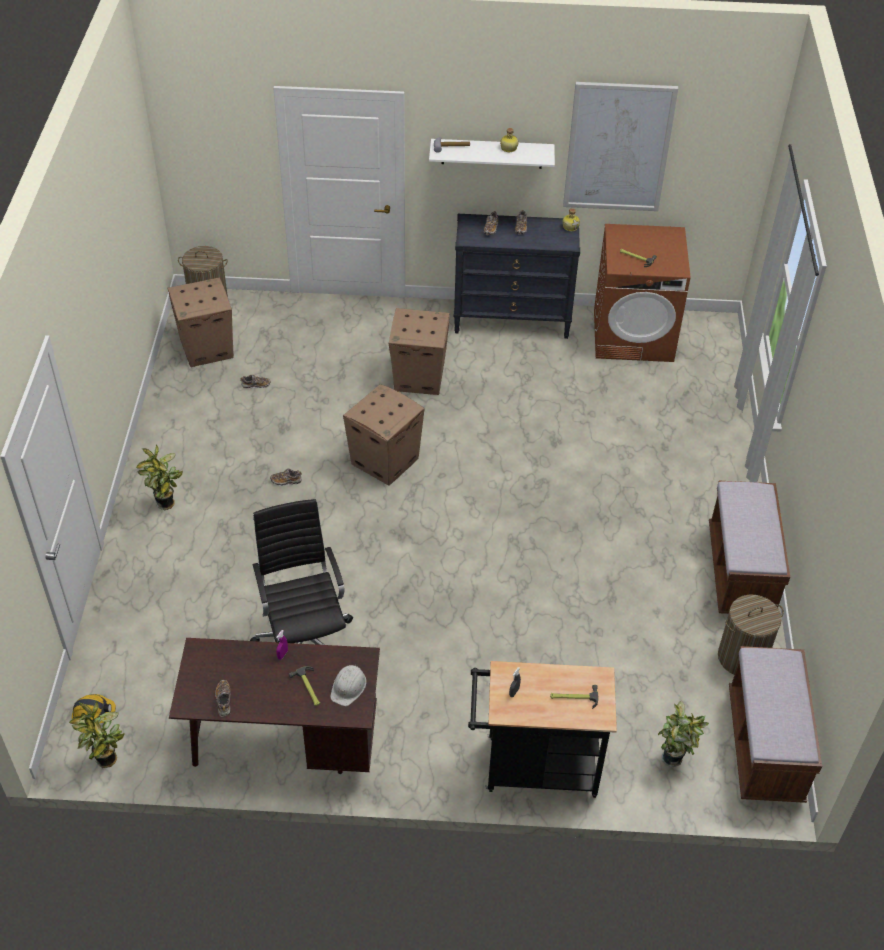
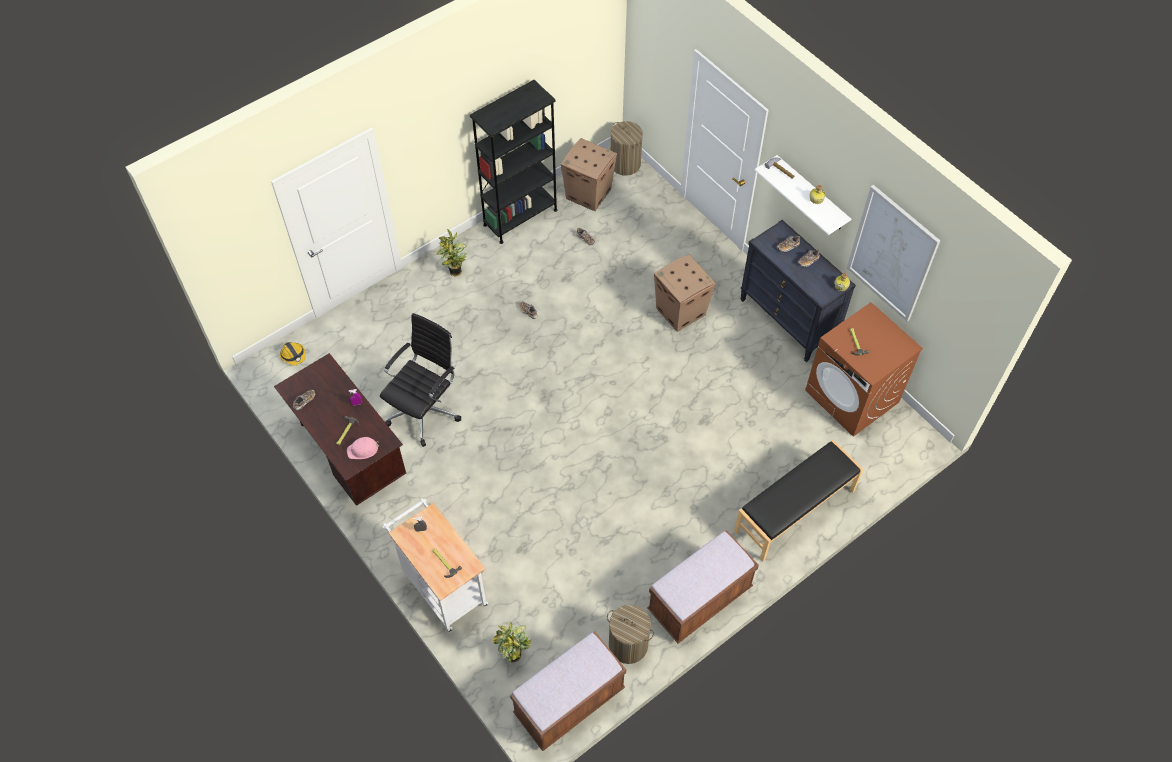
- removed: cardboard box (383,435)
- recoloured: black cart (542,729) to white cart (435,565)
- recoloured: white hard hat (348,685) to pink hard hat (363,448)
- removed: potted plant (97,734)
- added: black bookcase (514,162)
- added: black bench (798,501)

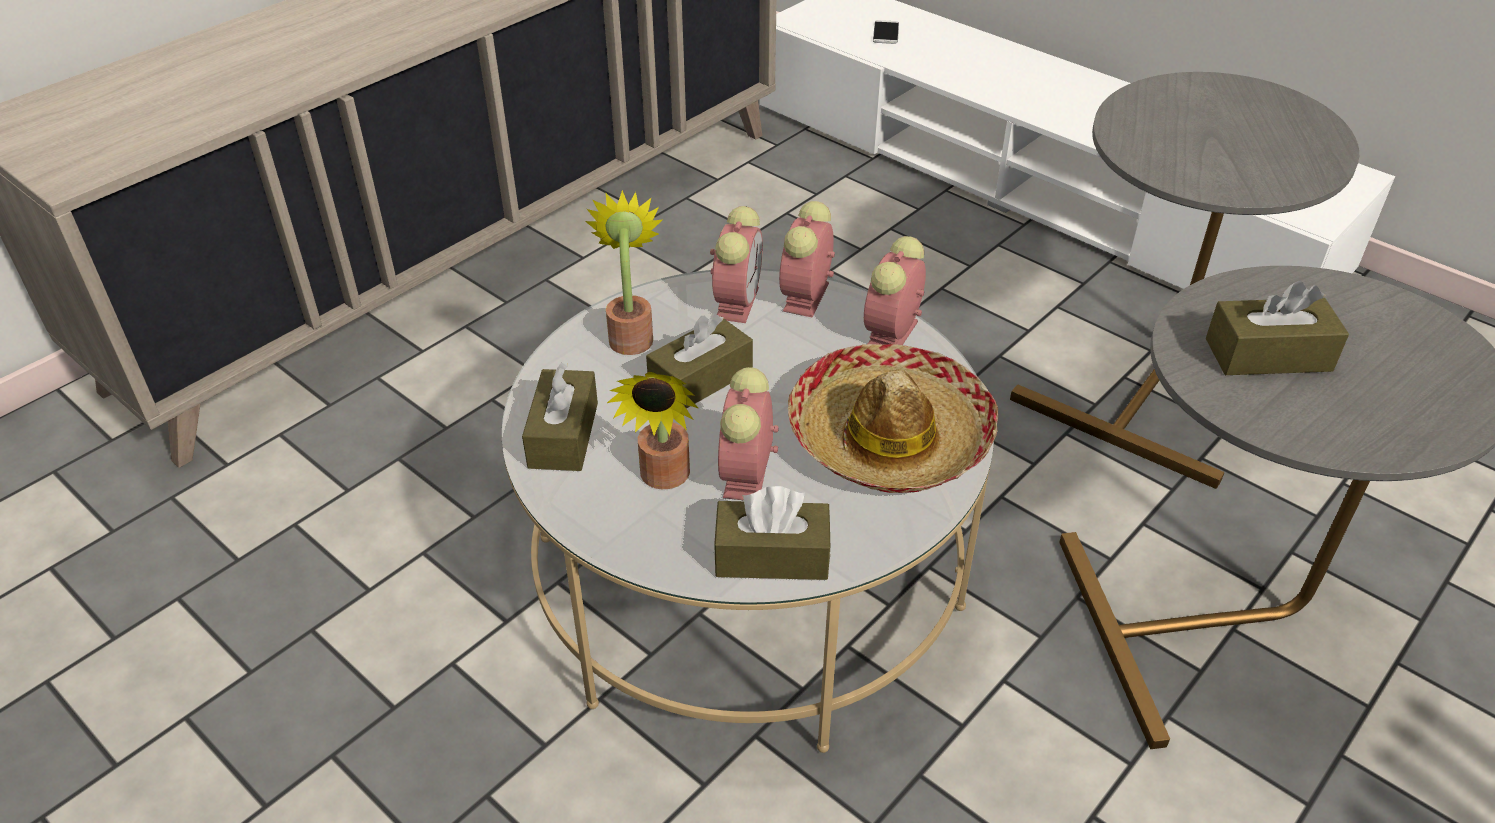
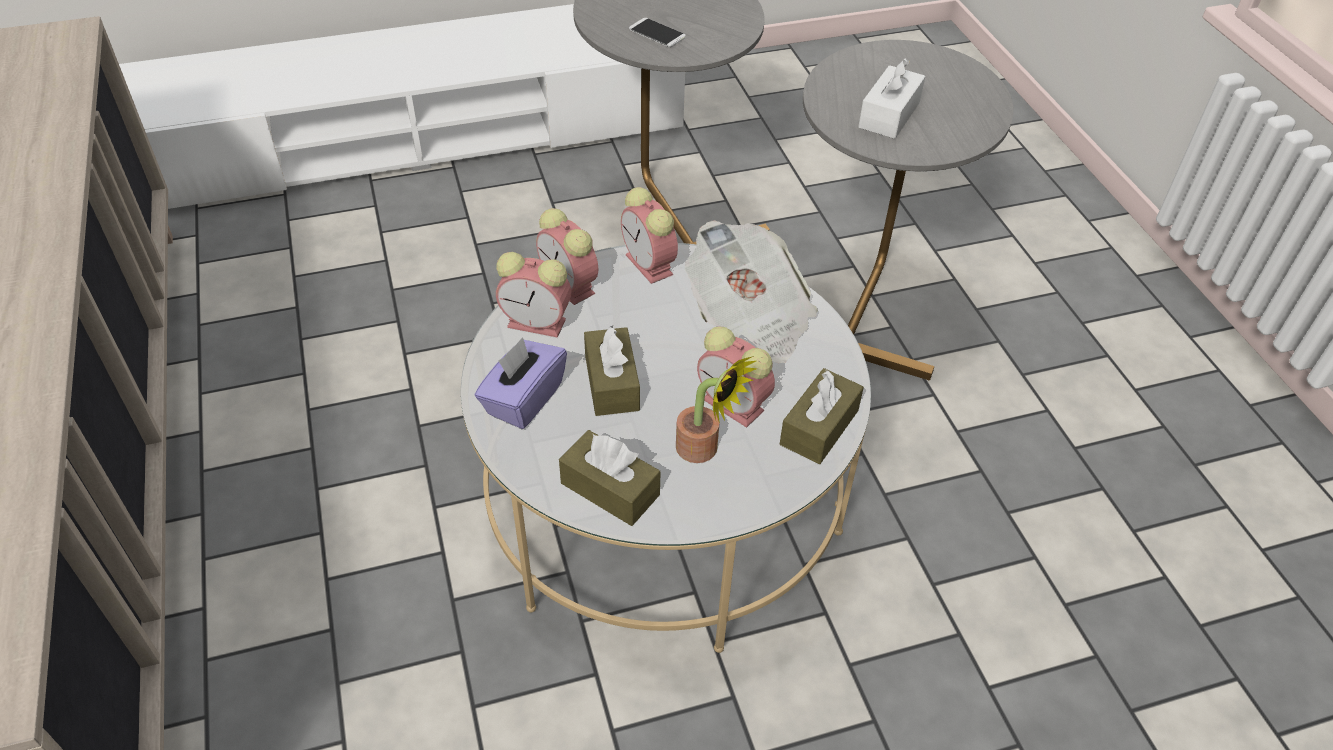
- moved: phone (886,32) to (657,32)
- replaced: potted plant (624,272) to purple tissue box (521,383)
- turned: alarm clock (736,264) = (533,295) 150 degrees clockwise
- recoloured: brown tissue box (1277,328) to white tissue box (892,98)
- replaced: hat (893,418) to newspaper (751,291)

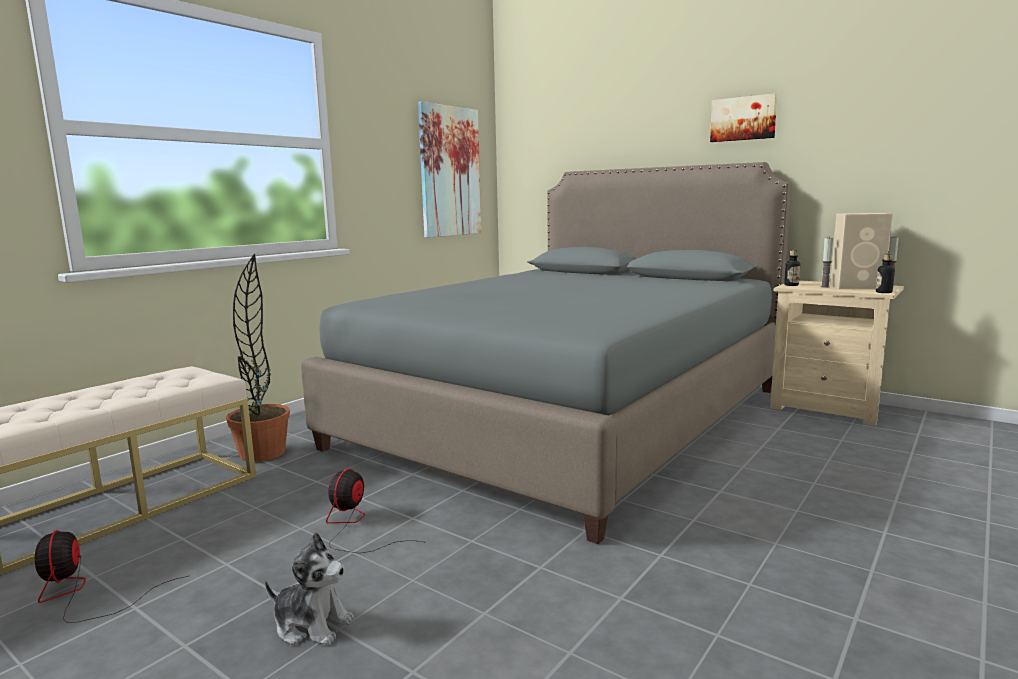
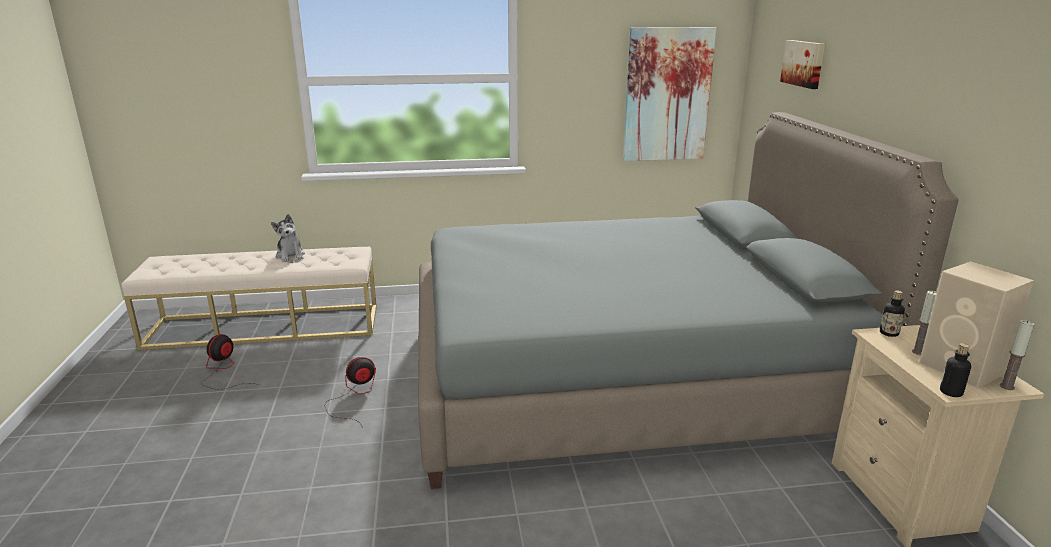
- moved: picture (743,117) to (802,64)
- removed: potted plant (258,357)
- moved: plush toy (309,589) to (288,238)

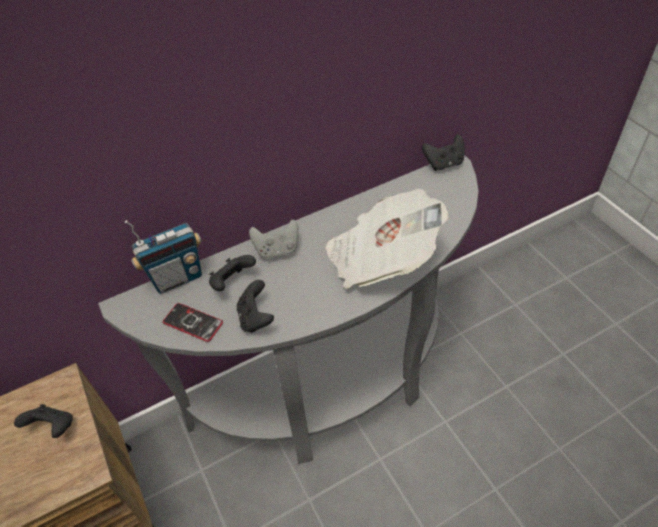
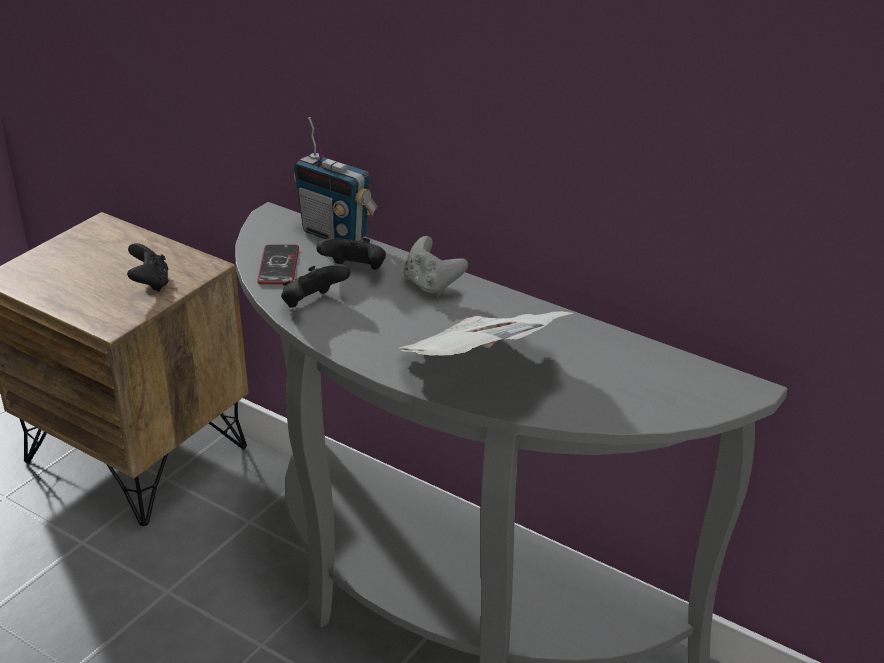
- removed: black game controller (443,153)

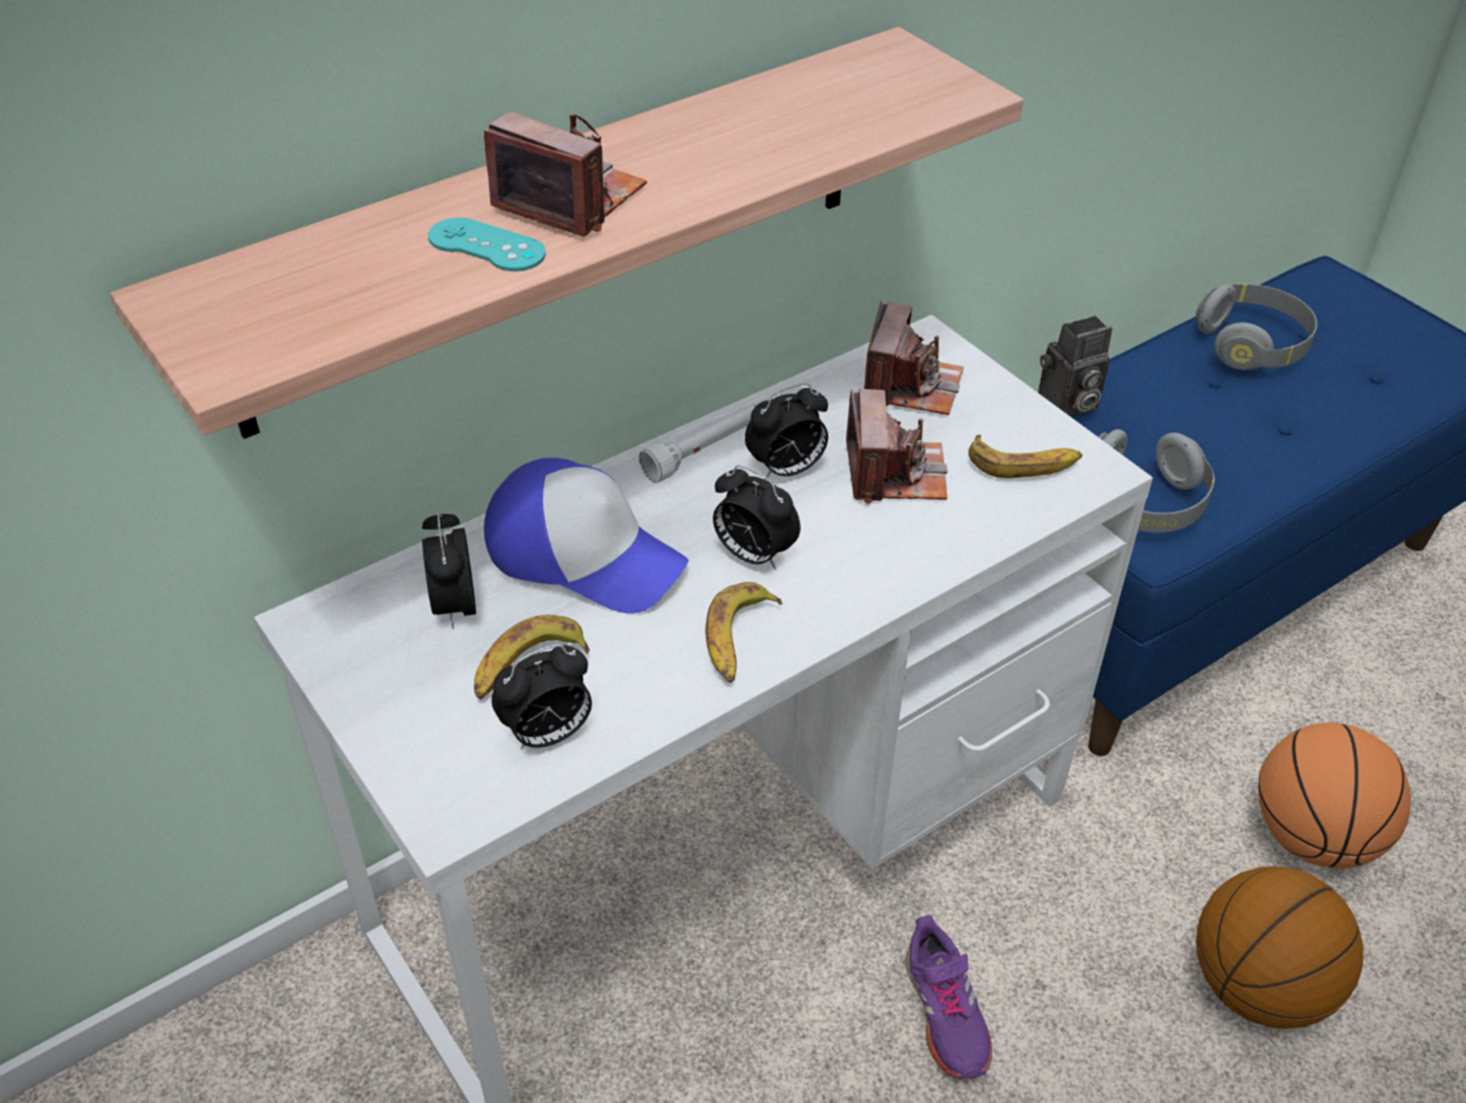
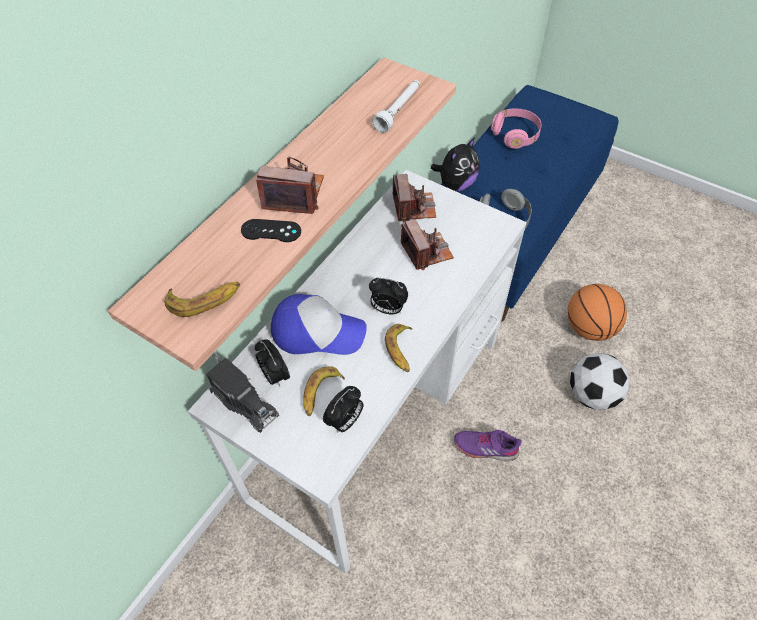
- recoloured: turquoise game controller (487,244) to black game controller (271,230)
- recoloured: grey headphones (1256,327) to pink headphones (516,128)
- replaced: photo camera (1075,366) to plush toy (455,164)
- removed: alarm clock (786,431)
- moved: white flashlight (698,443) to (396,106)
- moved: banana (1025,456) to (202,299)
- replaced: basketball (1279,947) to football (600,381)
- turned: purple shoe (948,997) = (488,445) 135 degrees clockwise
- added: toy truck (242,393)

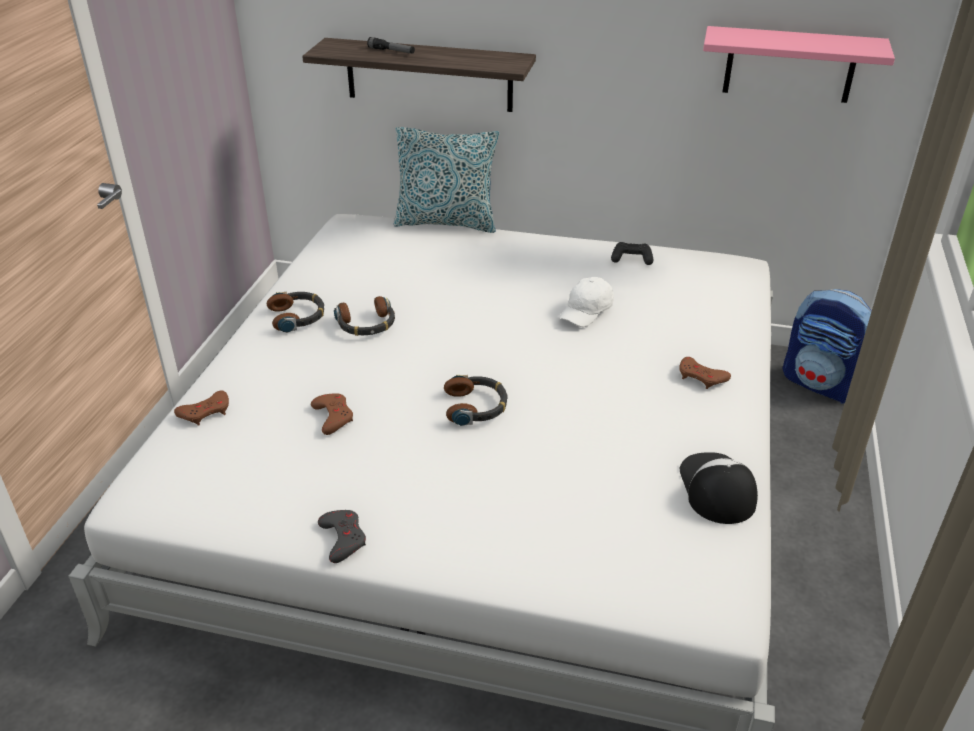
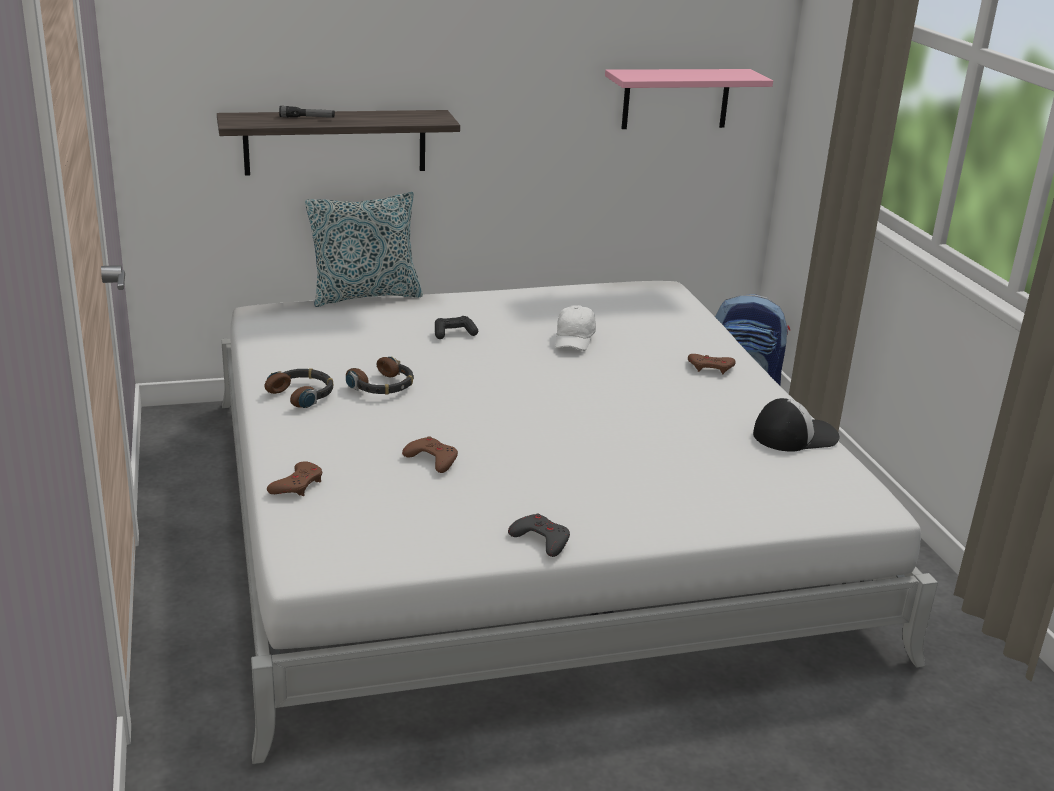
- moved: black game controller (632,253) to (456,327)
- removed: headphones (476,400)
- turned: cap (718,488) = (796,425) 105 degrees clockwise

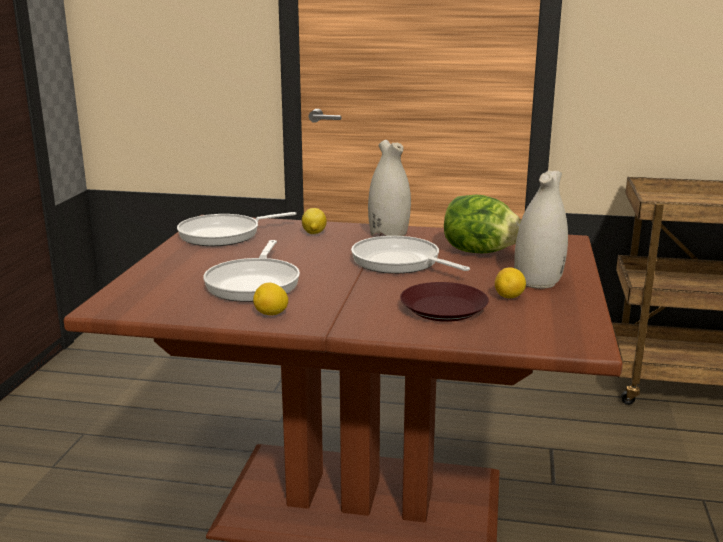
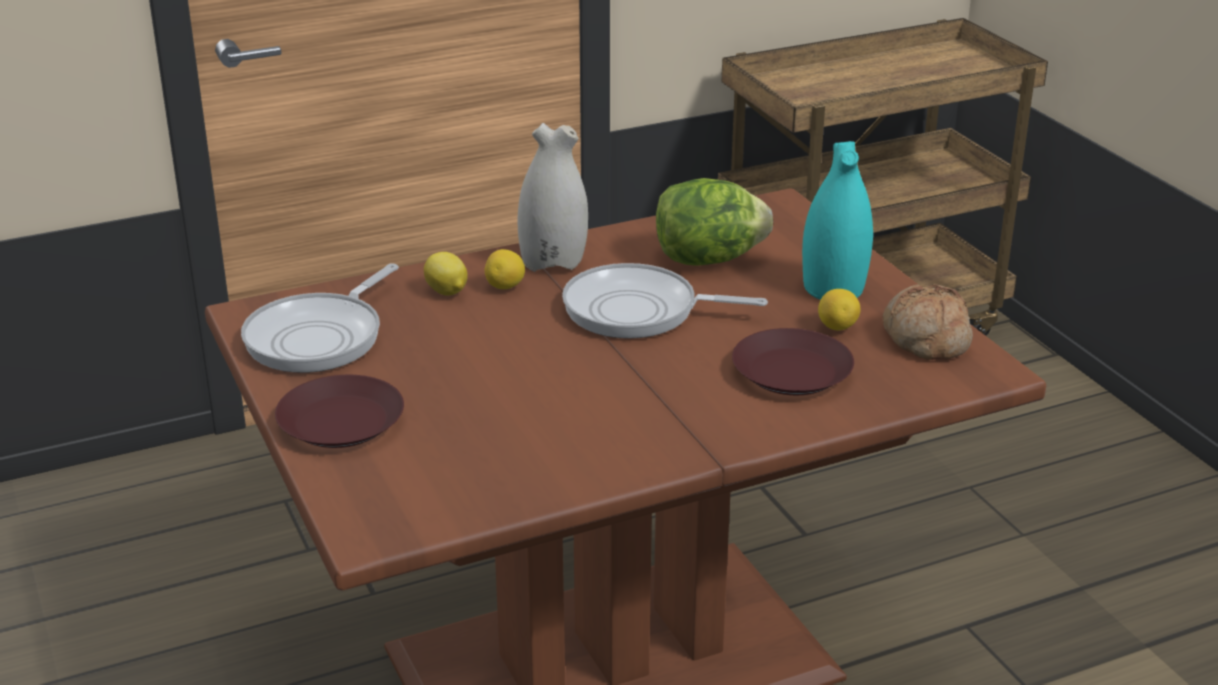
- recoloured: white vase (541,230) to turquoise vase (837,220)
- removed: frying pan (251,271)
- moved: lemon (270,299) to (505,269)
- added: bread (928,322)
- added: brown plate (339,411)

